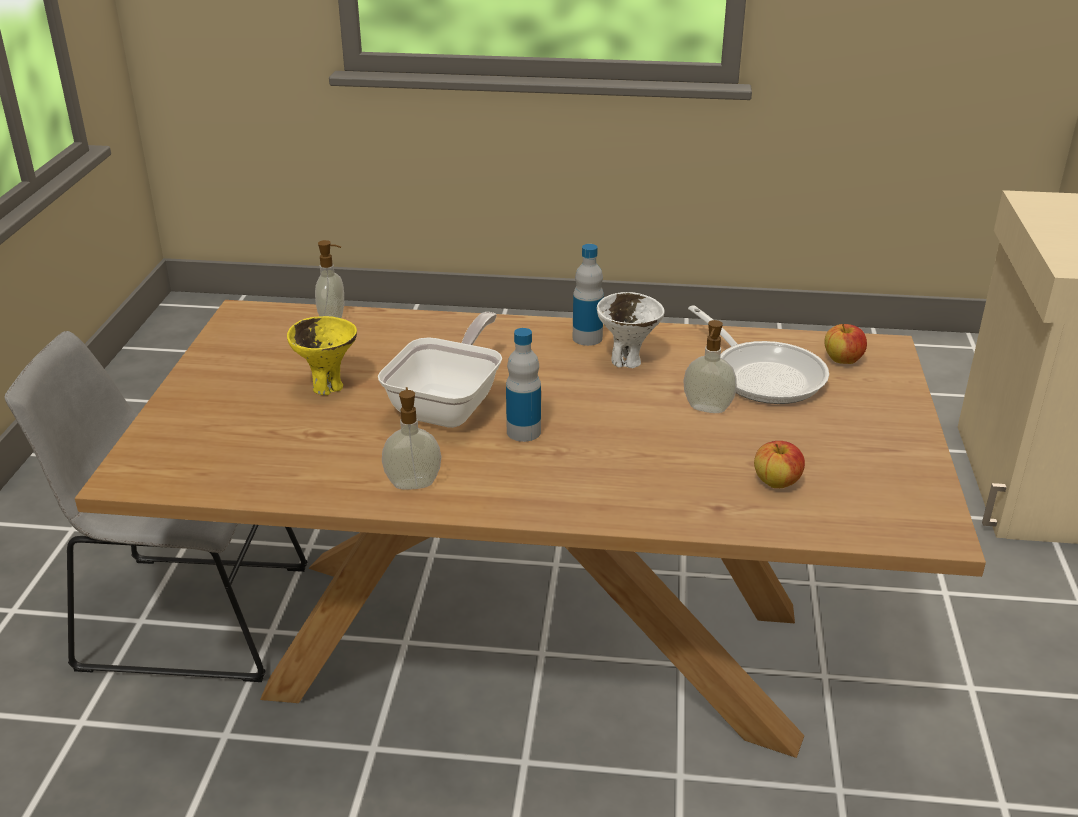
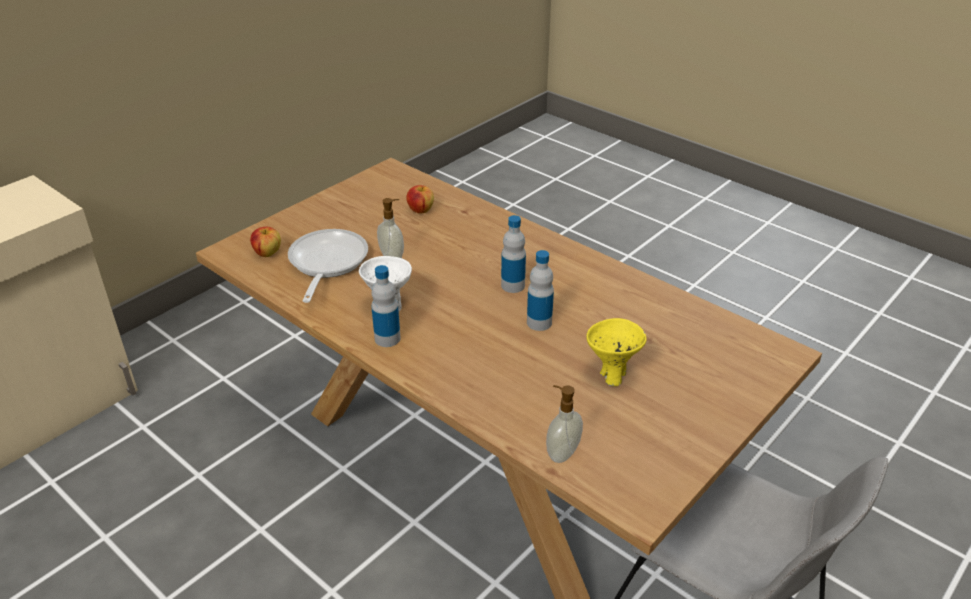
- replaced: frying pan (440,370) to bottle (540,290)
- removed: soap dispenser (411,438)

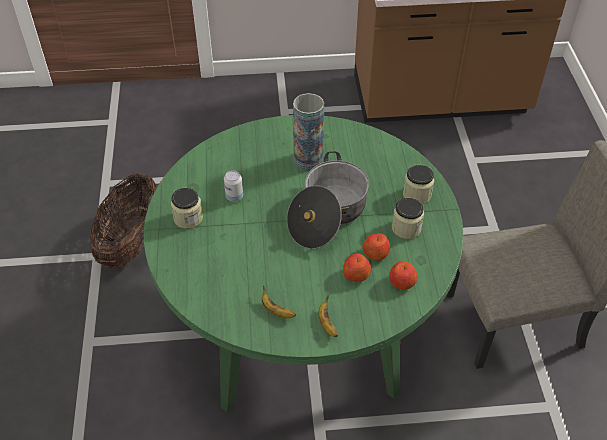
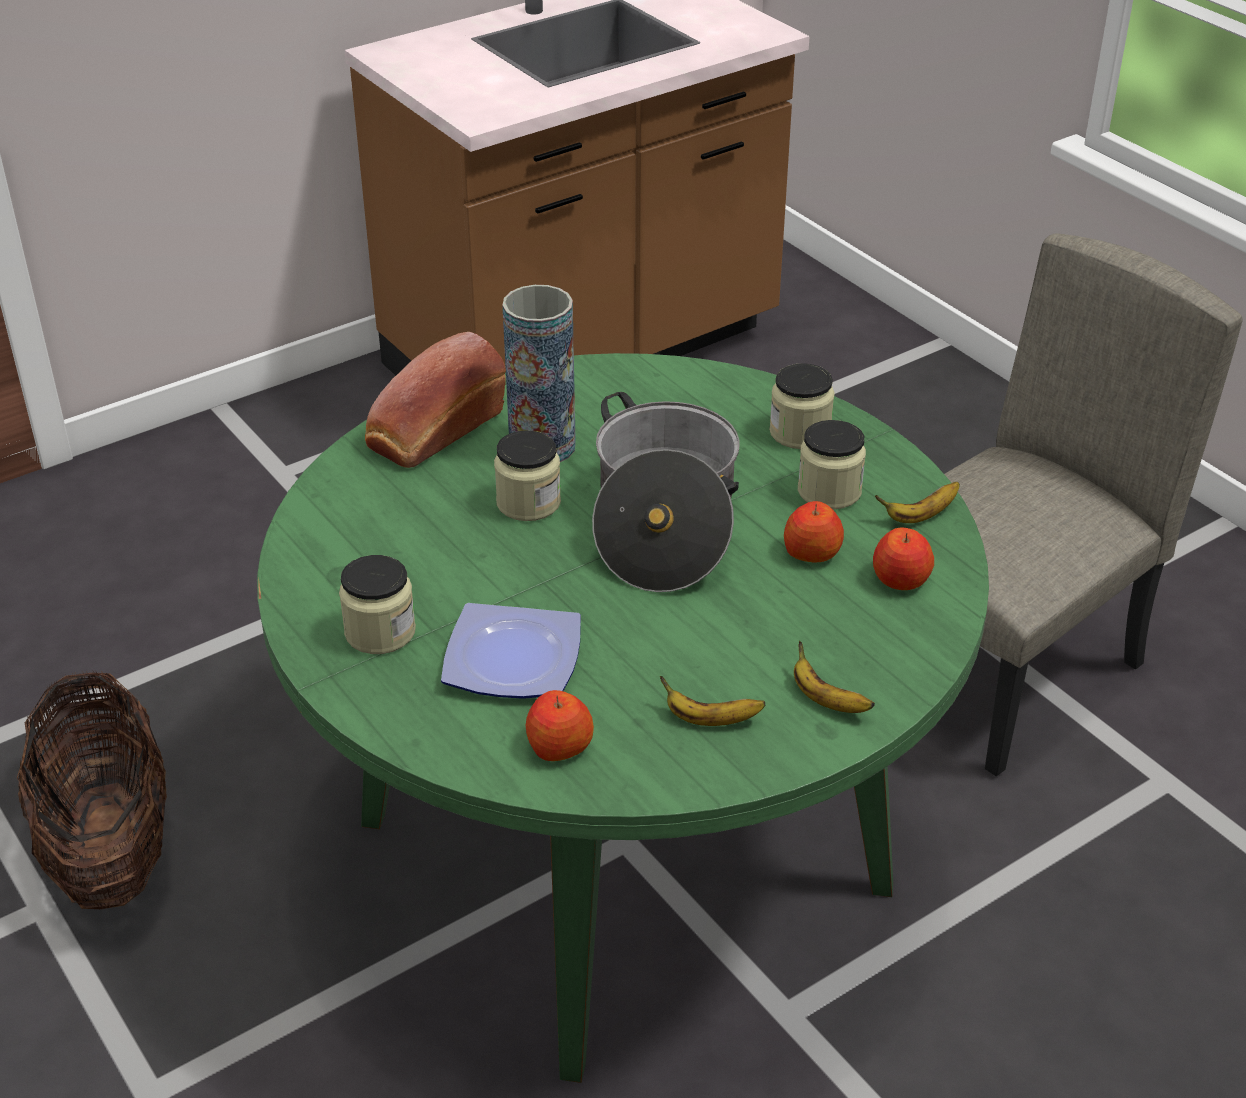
- removed: can (233,186)
- moved: apple (357,267) to (560,725)
- added: bread (435,400)
- added: jar (527,476)
- added: banana (917,502)
- added: plate (511,651)

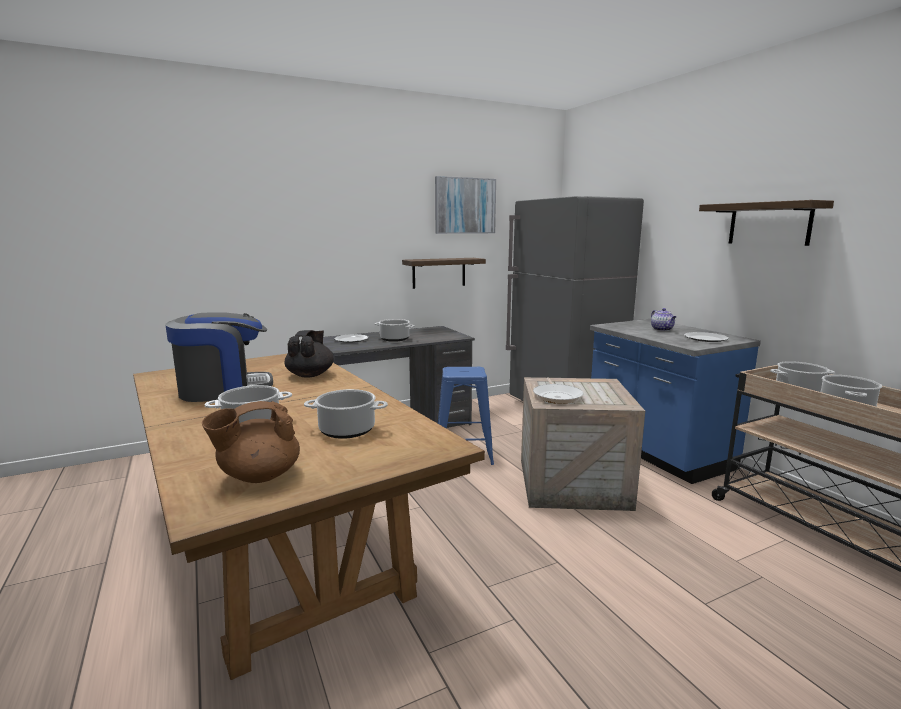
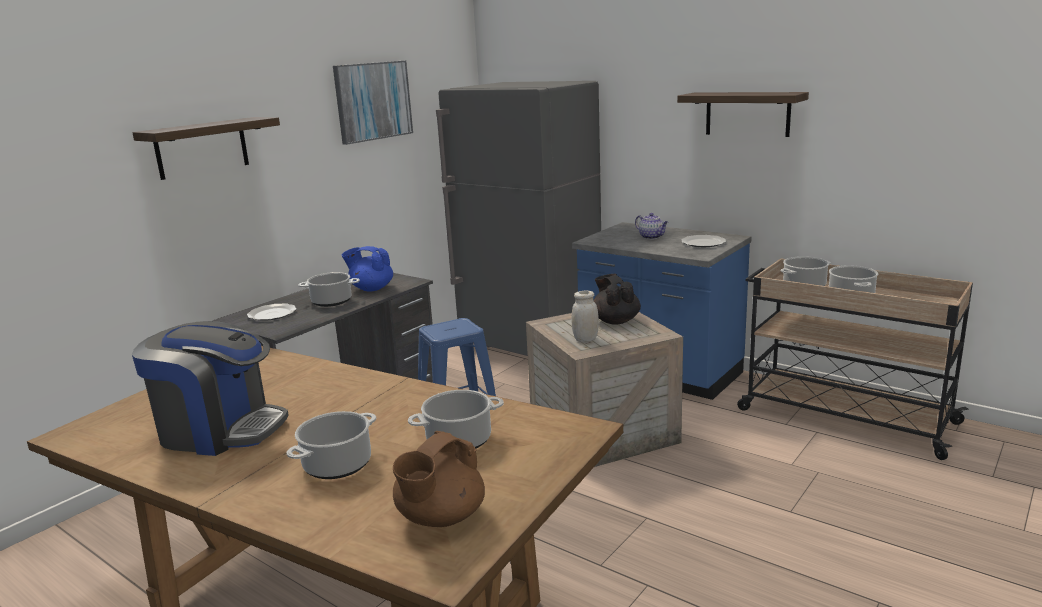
- moved: shelf (444,273) to (206,148)
- turned: coffee machine (219,357) = (210,388) 60 degrees clockwise
- moved: black teapot (309,354) to (617,299)
- replaced: frying pan (558,391) to white jar (585,316)
- added: blue teapot (367,269)

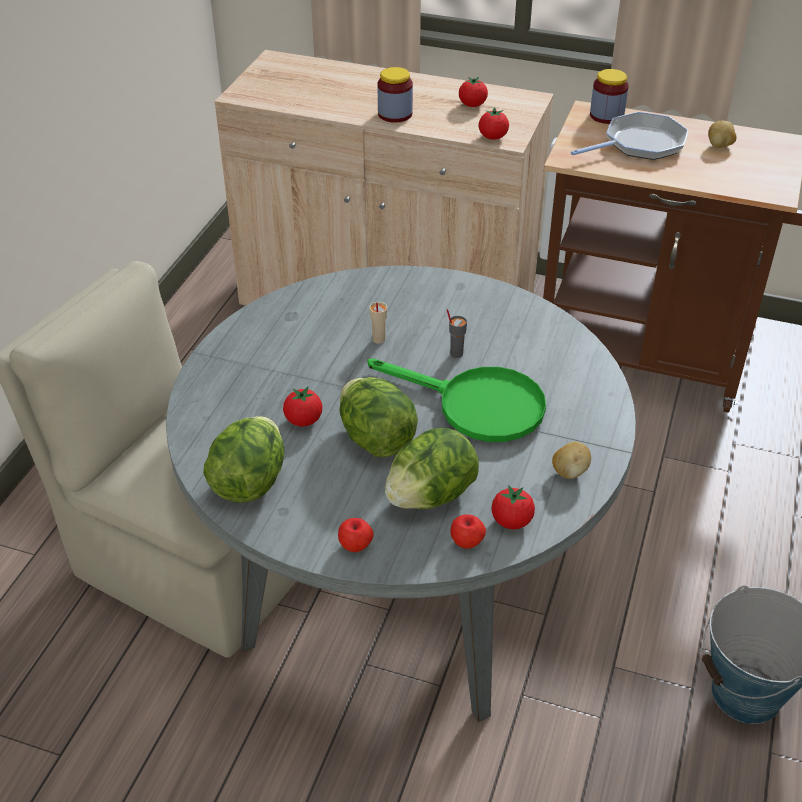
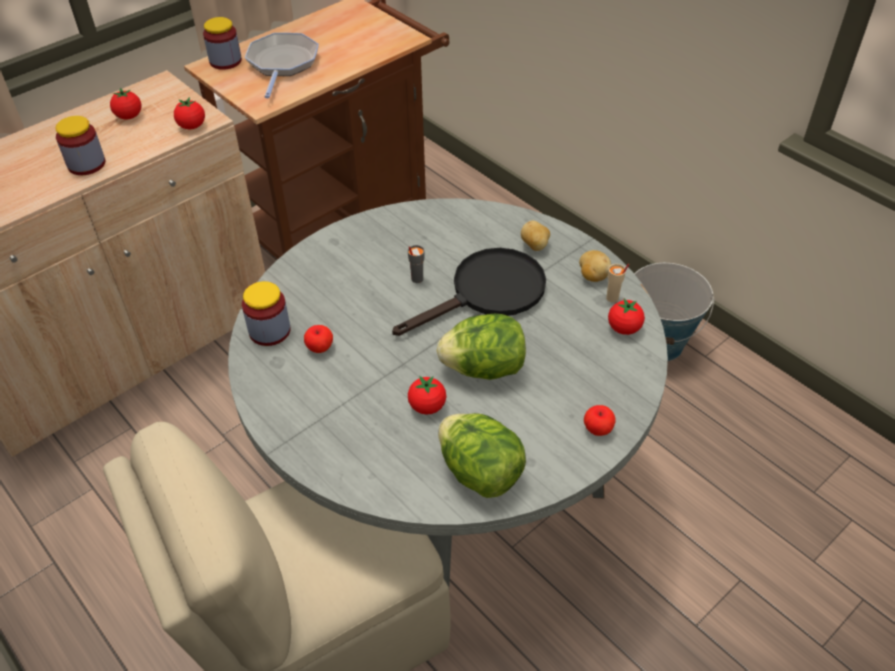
- moved: potato (722,134) to (535,236)
- moved: beige cup (378,323) to (617,283)
- recoloured: green frying pan (457,400) to black frying pan (469,292)
- removed: lettuce (432,468)
- moved: apple (468,531) to (318,339)
- added: jar (266,313)

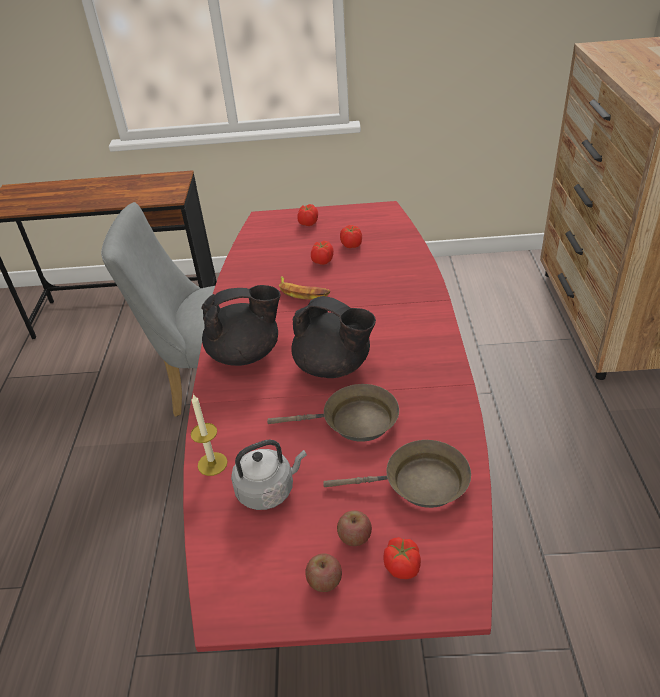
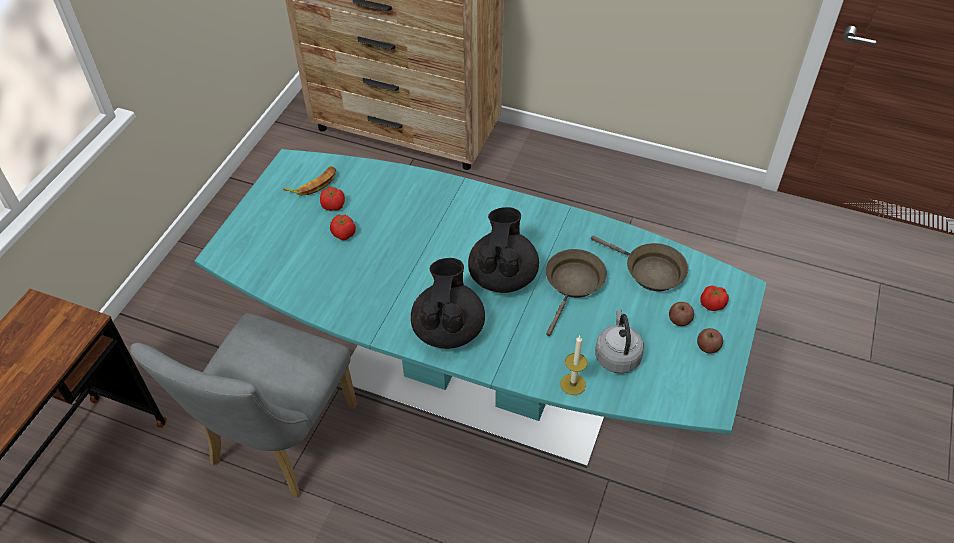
- recoloured: red dining table (338,426) to turquoise dining table (481,308)
- removed: tomato (307,215)
- moved: banana (304,288) to (309,181)
- turned: black teapot (333,337) = (503,250) 45 degrees counterclockwise
- turned: brown frying pan (397,474) = (639,263) 105 degrees clockwise

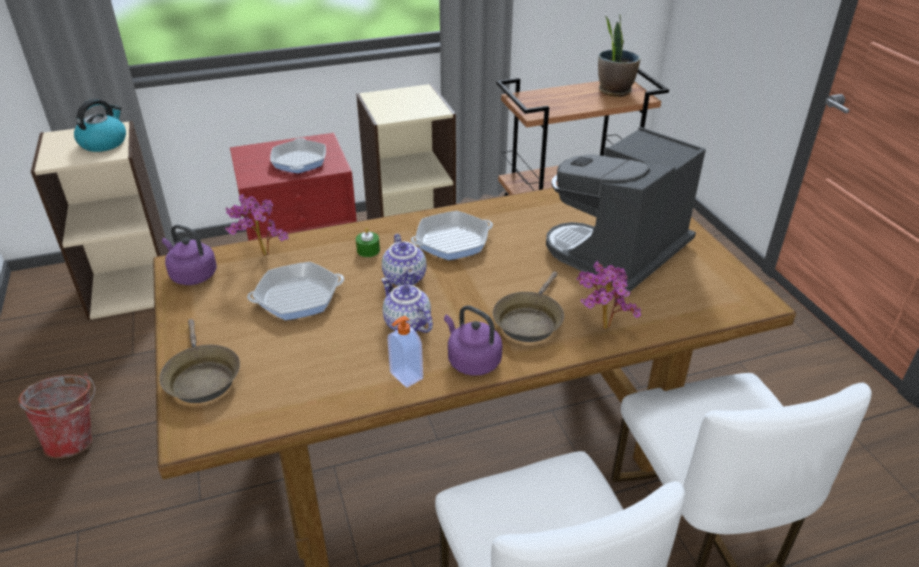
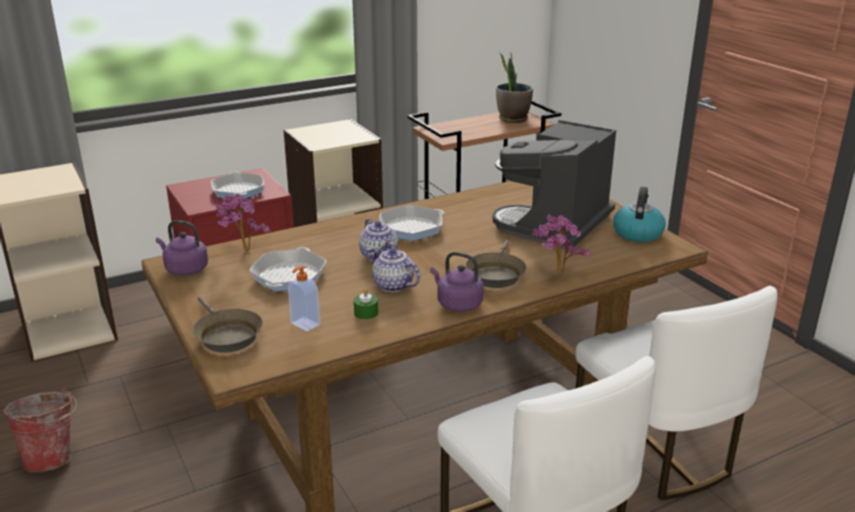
- moved: kettle (100,125) to (639,214)
- moved: green candle (368,242) to (366,304)
- turned: frying pan (295,291) = (288,269) 135 degrees clockwise
- moved: soap dispenser (405,352) to (304,298)

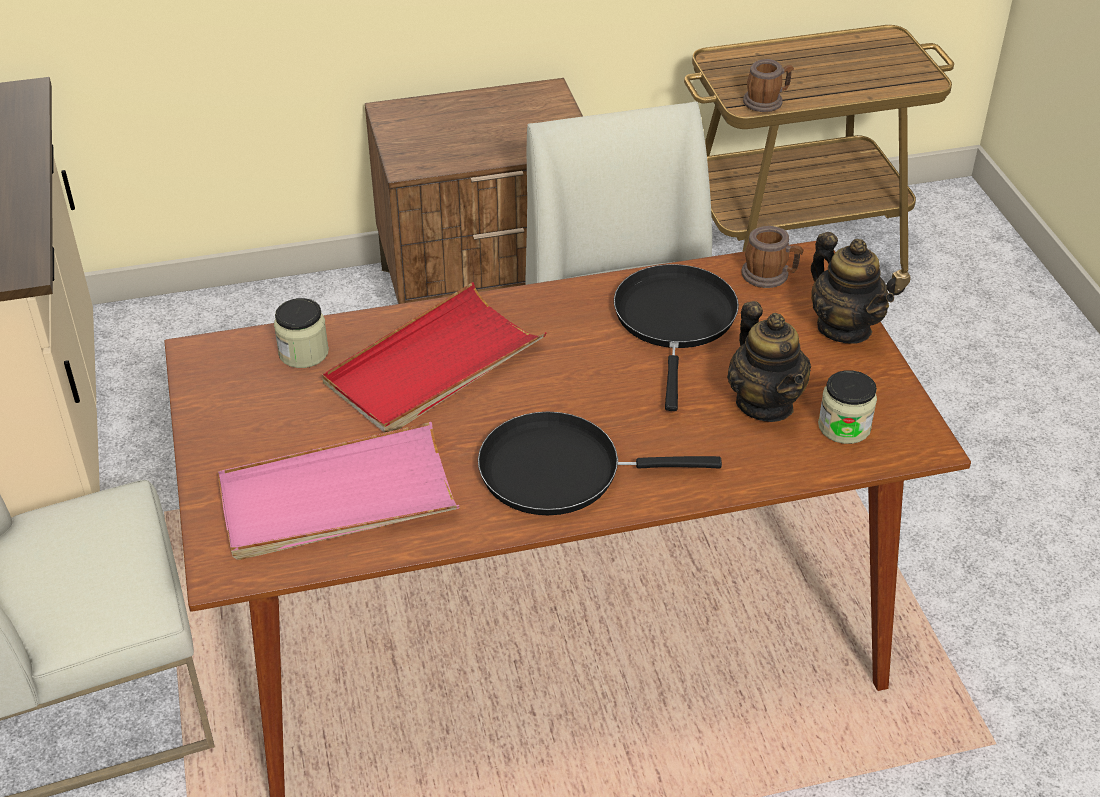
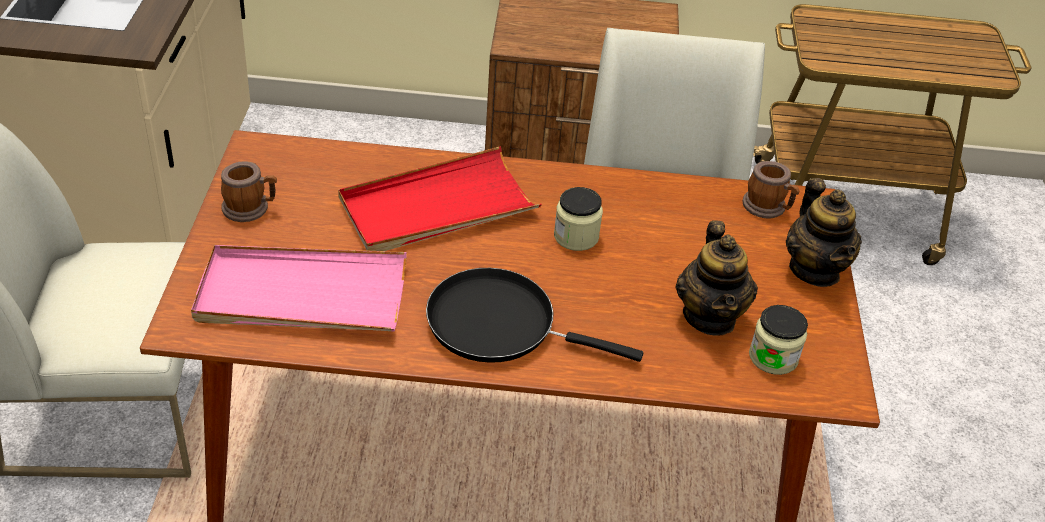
- moved: mug (768,85) to (249,192)
- removed: black frying pan (676,337)
- moved: jar (301,333) to (578,219)

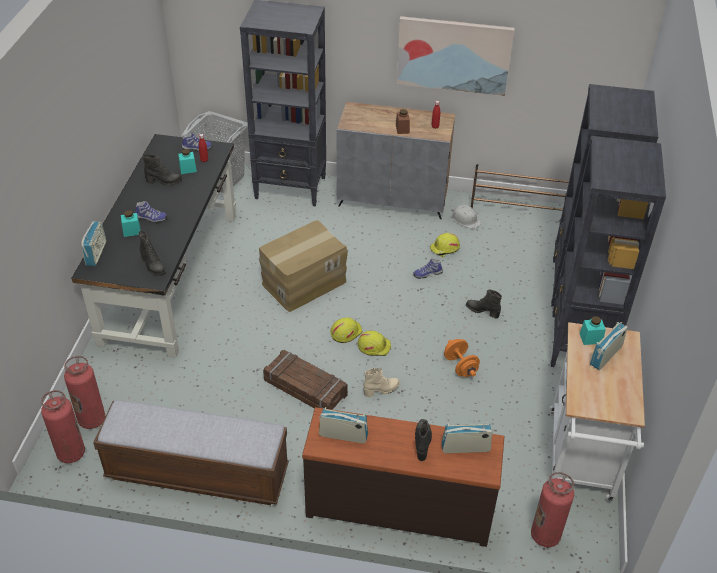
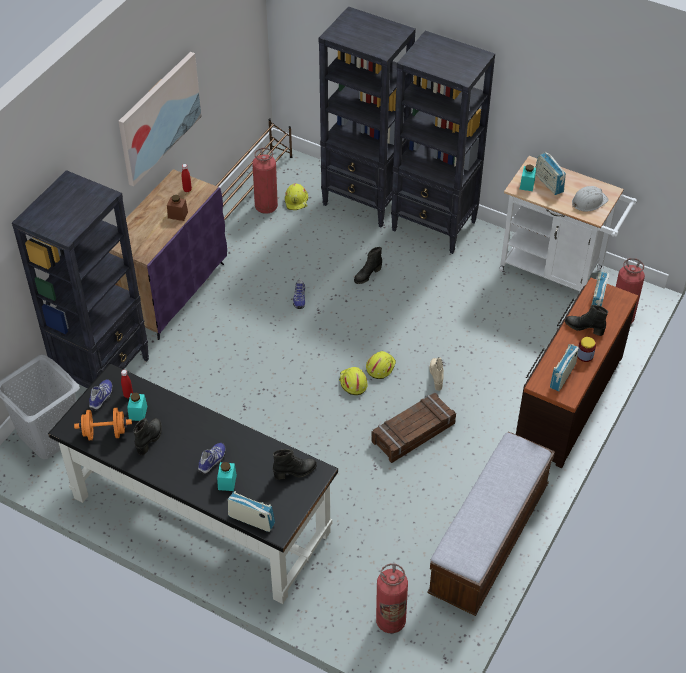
- recoloured: grey cabinet (395,160) to purple cabinet (168,254)
- moved: white hard hat (466,217) to (590,199)
- removed: cardboard box (303,266)
- moved: yellow hard hat (445,245) to (296,196)
- moved: orange dumbbell (462,358) to (103,424)
- moved: fire extinguisher (63,426) to (265,181)
- added: jar (586,349)

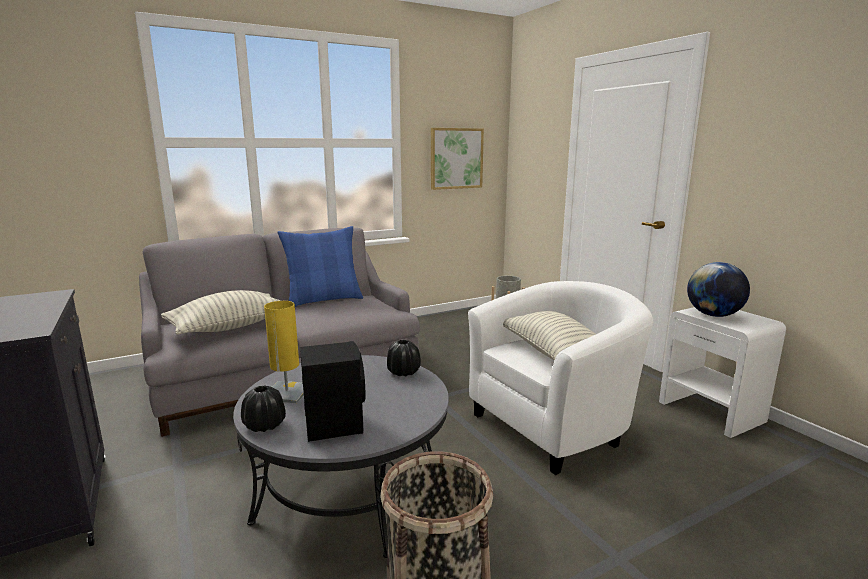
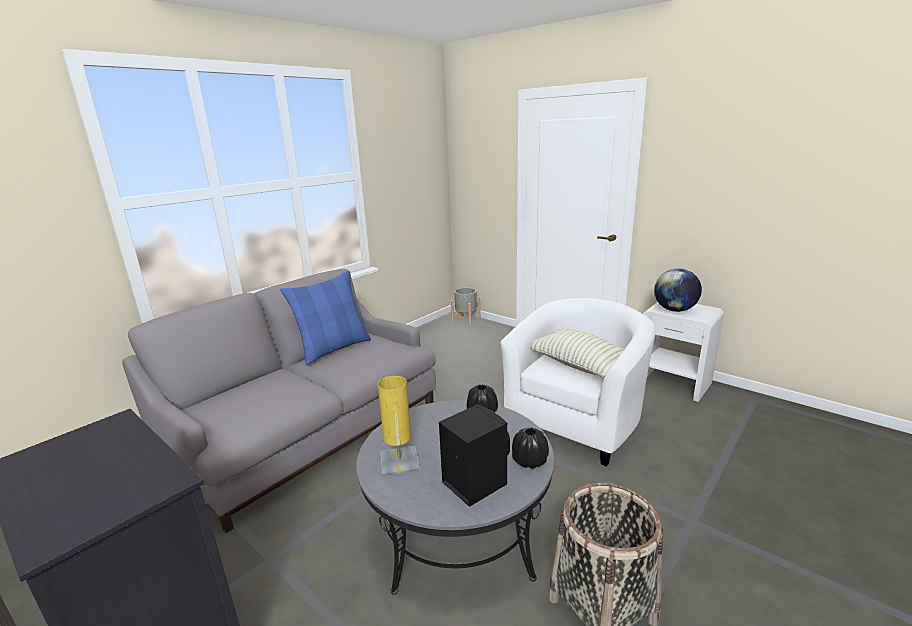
- removed: picture (457,159)
- removed: pillow (221,312)
- moved: black vase (263,409) to (530,448)

